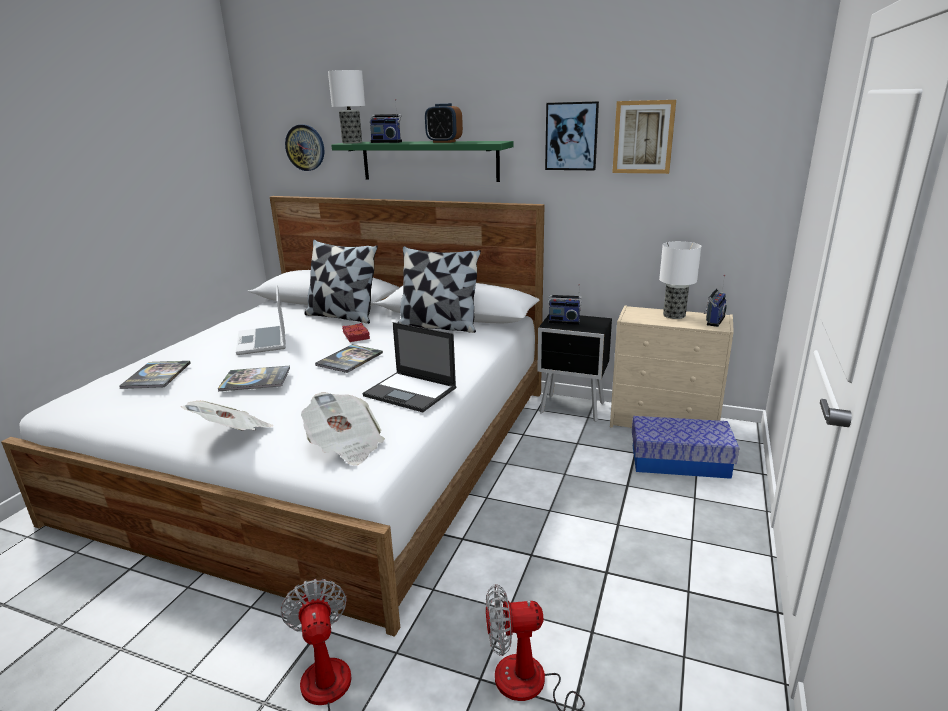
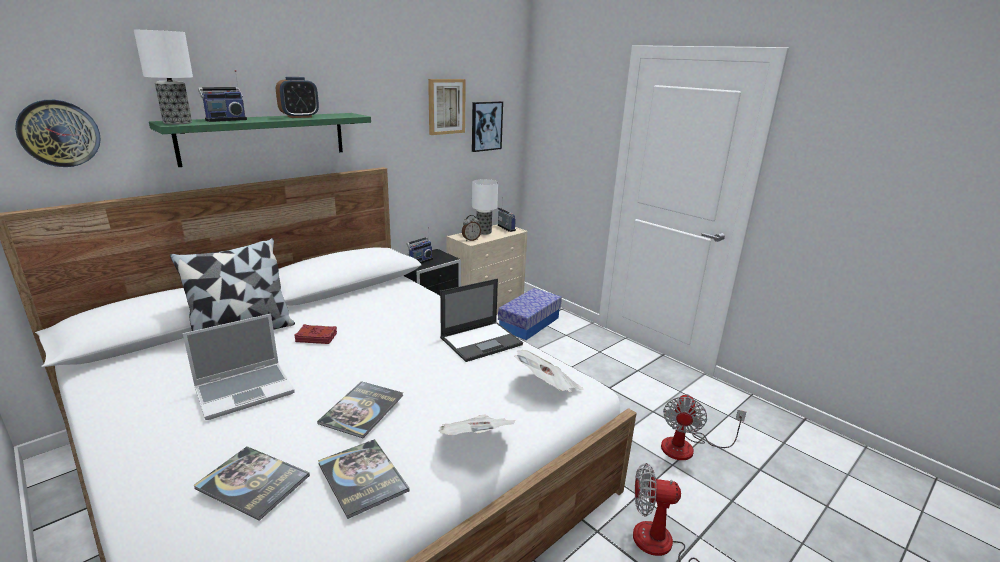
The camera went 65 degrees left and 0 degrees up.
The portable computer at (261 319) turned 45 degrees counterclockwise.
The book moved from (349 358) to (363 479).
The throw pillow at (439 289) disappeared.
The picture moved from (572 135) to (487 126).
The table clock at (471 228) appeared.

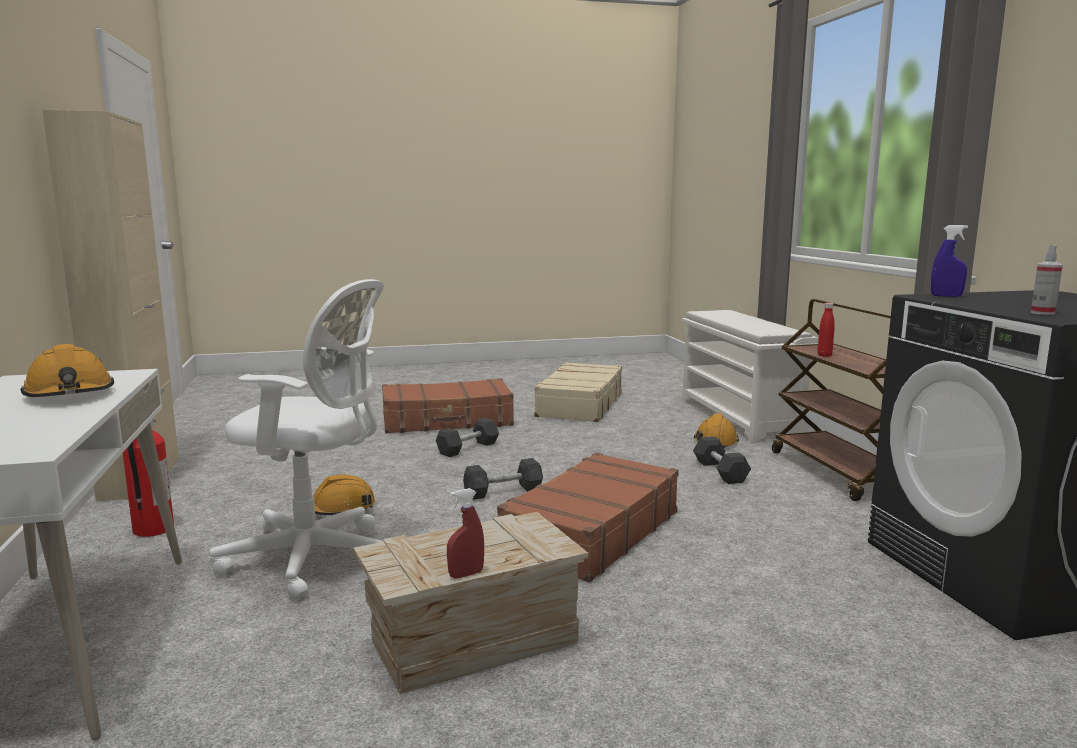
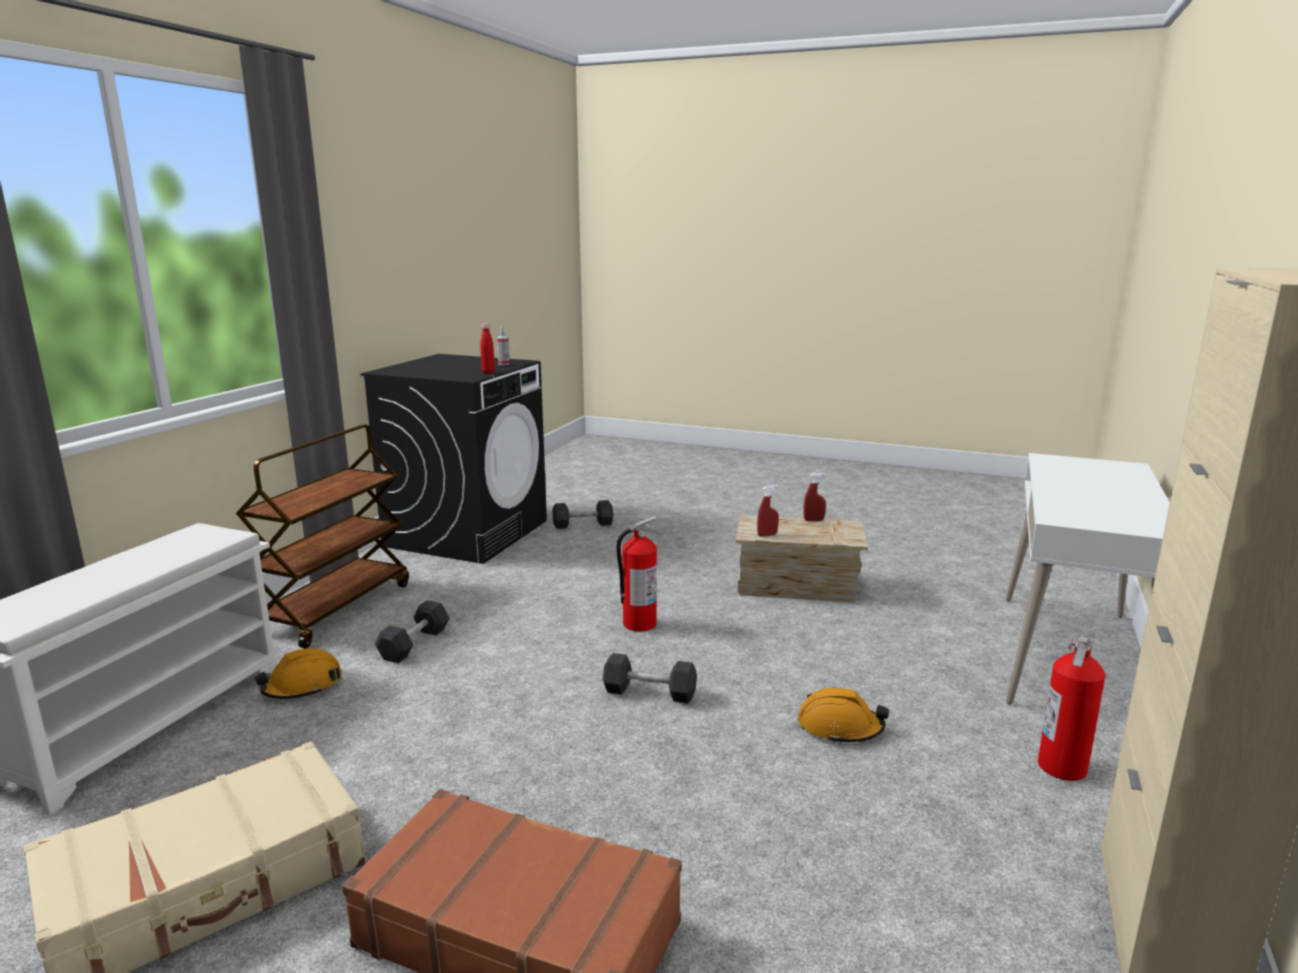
The camera went 145 degrees left and 5 degrees up.
The work helmet (orange) at (67 370) disappeared.
The office chair (white-coloured) at (296 440) disappeared.
The hand weight (grey) moved from (467 437) to (583 514).
The piece of luggage (brownish) at (588 517) was replaced by the fire-fighting cylinder at (638 574).
The beverage bottle (red-coloured) moved from (826 330) to (487 348).
The sprayer (bluish) at (949 261) disappeared.
The sprayer (red-coloured) at (768 511) appeared.

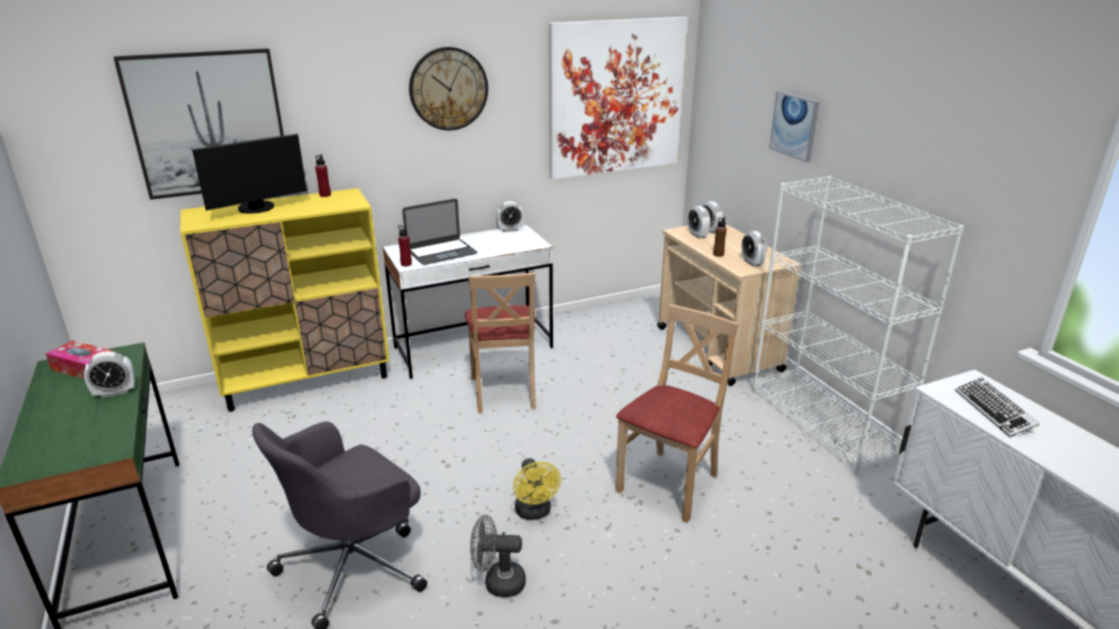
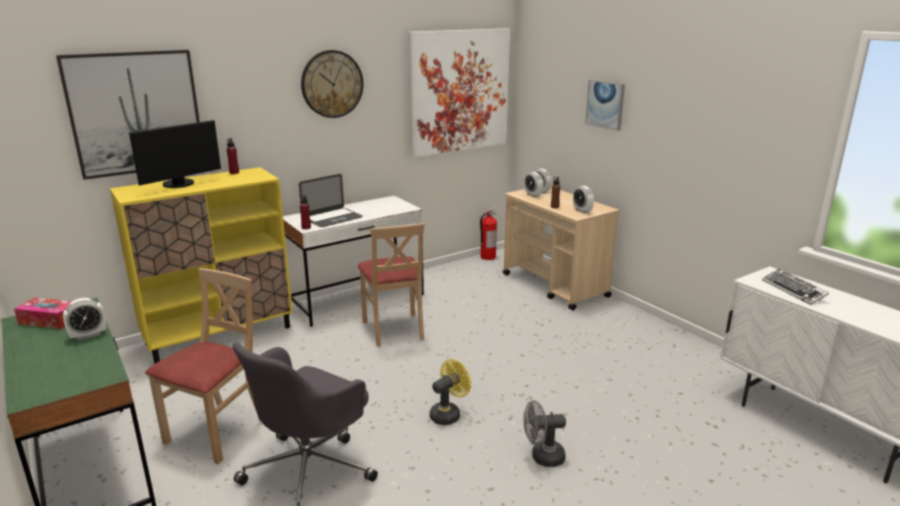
The camera went 10 degrees left and 5 degrees down.
The cooling fan (grey) moved from (498 556) to (544 433).
The table clock at (510 216) disappeared.
The cooling fan (yellow-coloured) at (537 489) turned 105 degrees counterclockwise.
The chair (beige-coloured) moved from (677 413) to (202 366).
The bookshelf (white-coloured) at (858 325) disappeared.
The fire-fighting cylinder at (489 233) appeared.

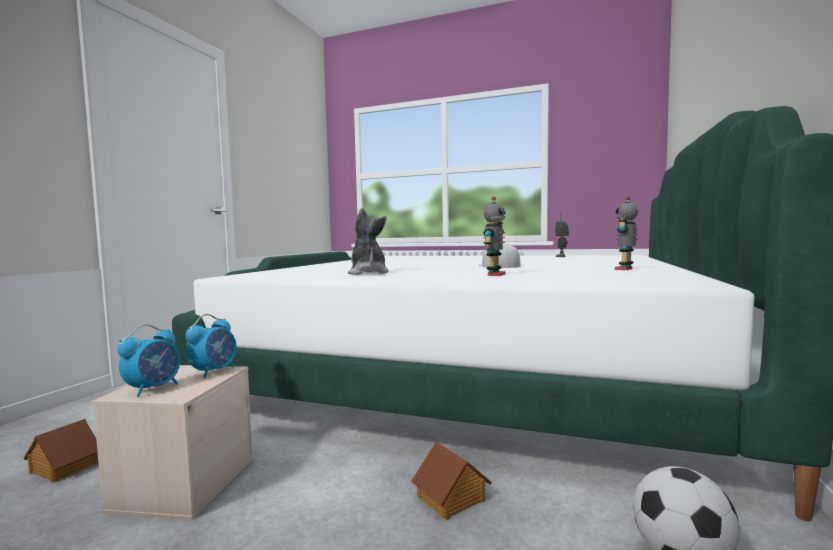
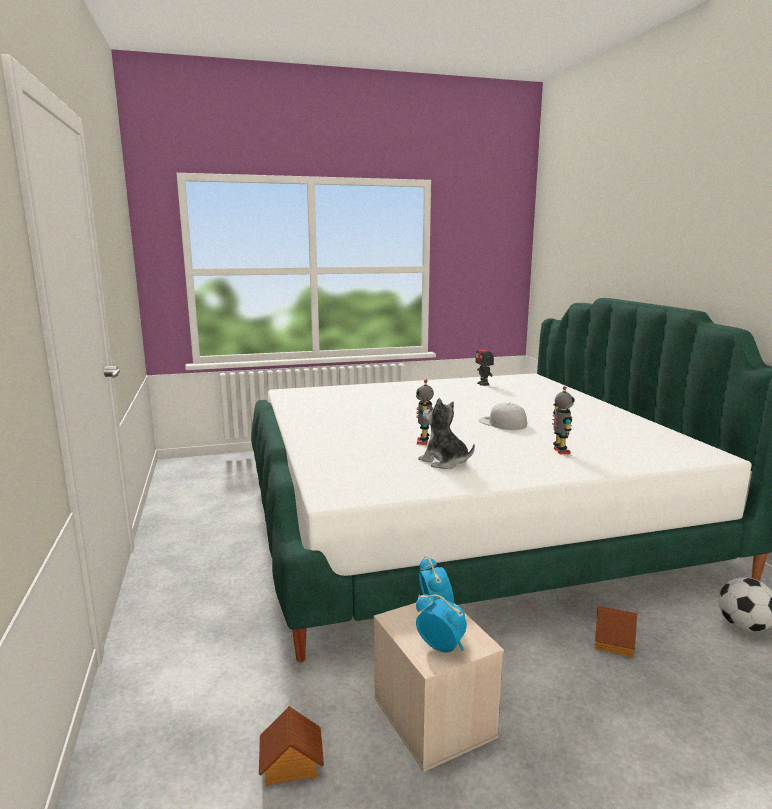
The camera went 35 degrees left and 10 degrees up.
The table clock at (148 360) turned 45 degrees counterclockwise.
The robot figure moved from (626 233) to (425 412).

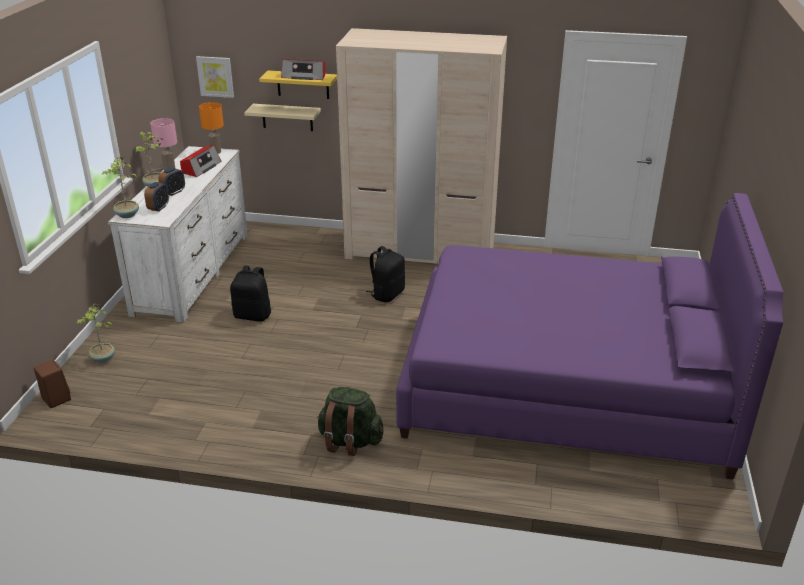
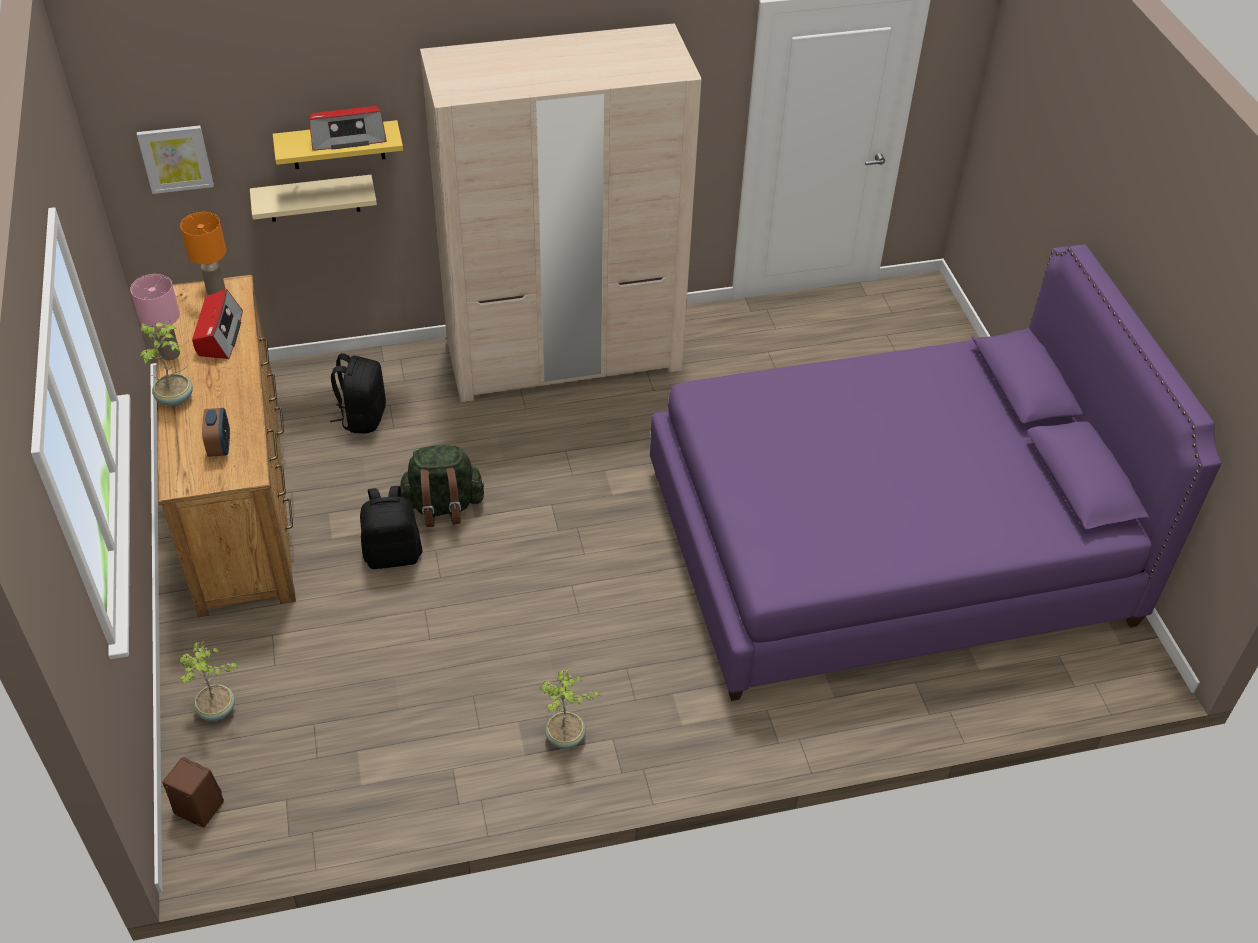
The camera went 25 degrees left and 15 degrees up.
The potted plant moved from (120 187) to (570 709).
The dresser (white-coloured) at (178 234) became the dresser (brownish) at (226 446).
The table clock at (171 181) disappeared.
The knapsack (greenish) moved from (350 421) to (441 486).
The knapsack (blackish) moved from (385 274) to (358 393).

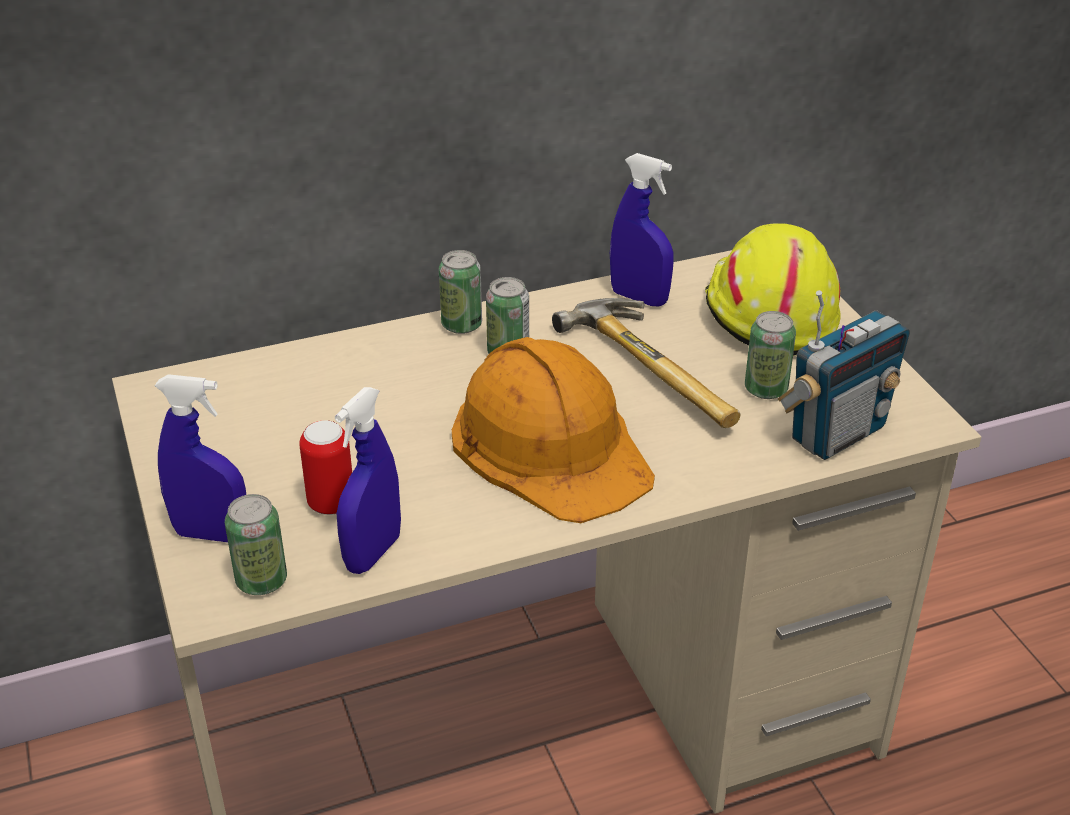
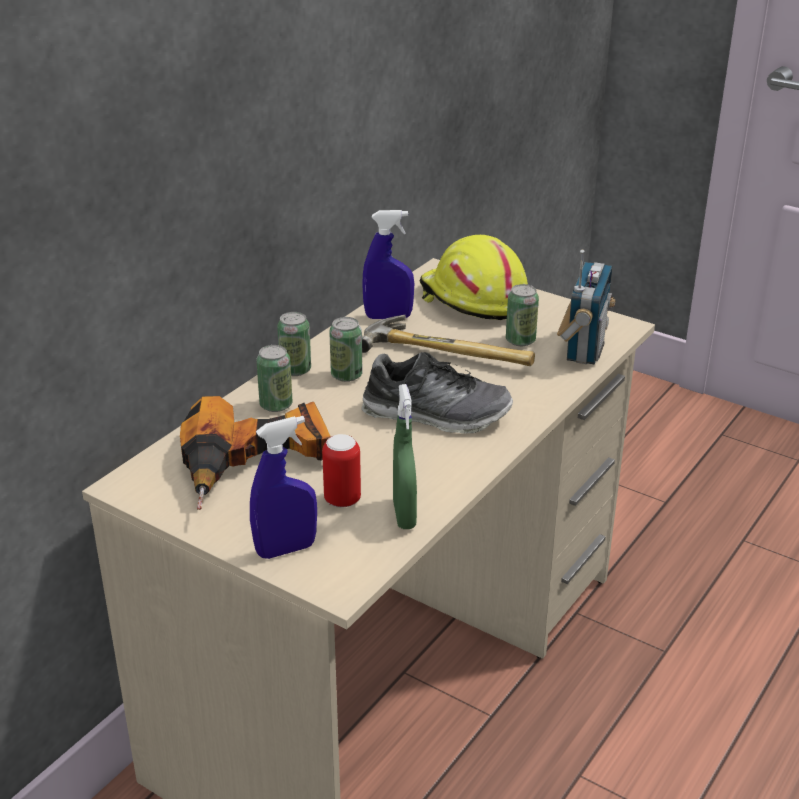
The camera went 35 degrees left and 5 degrees down.
The metal can moved from (256 544) to (274 378).
The sprayer (bluish) at (368 480) became the sprayer (greenish) at (405 456).
The work helmet (orange) at (553 430) was replaced by the item of footwear at (437 393).
The power drill at (255 453) appeared.

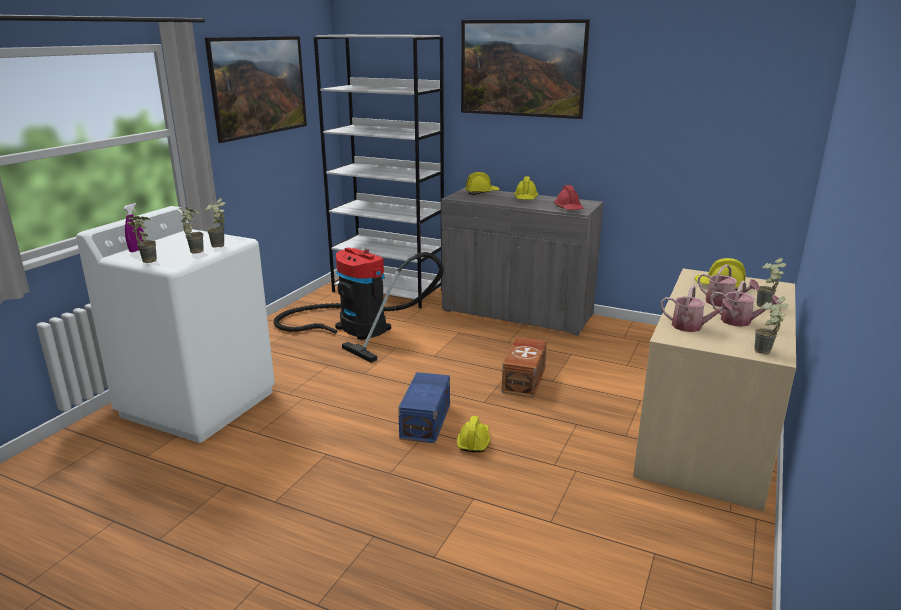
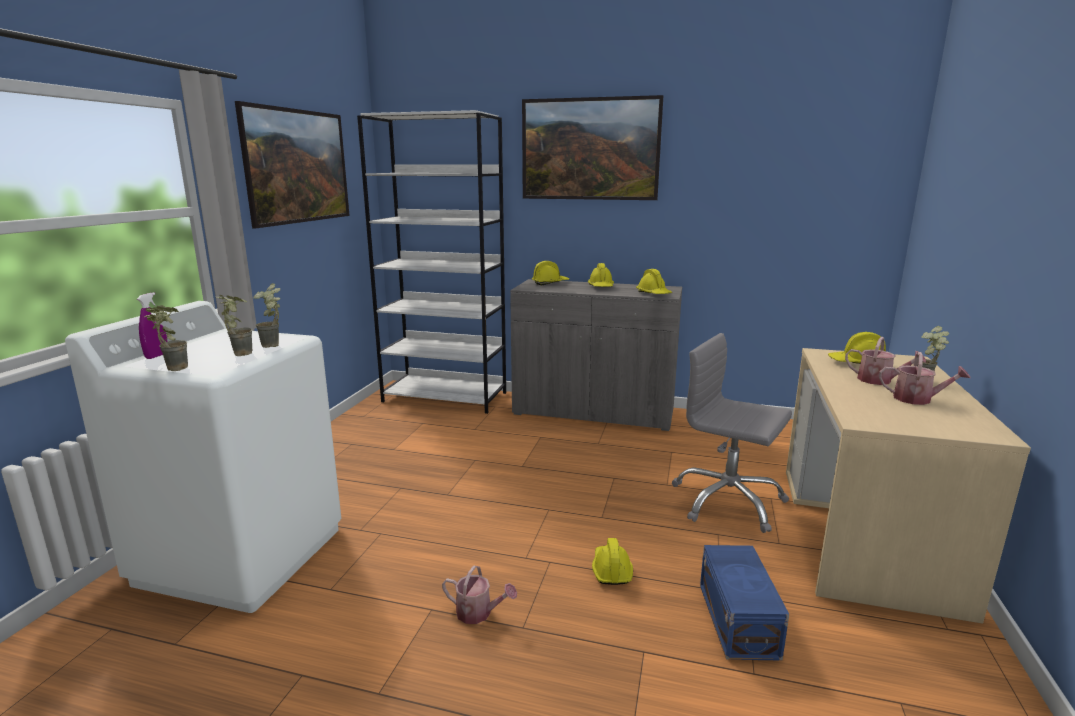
The camera went 10 degrees left and 5 degrees down.
The hoover at (359 305) disappeared.
The storage box (bluish) moved from (424 407) to (744 603).
The storage box (brownish) at (524 367) disappeared.
The work helmet (red-coloured) at (569 197) became the work helmet (yellow-coloured) at (654 281).
The watering pot moved from (696 308) to (479 594).
The potted plant at (771 325) disappeared.
The office chair (grey) at (732 433) appeared.

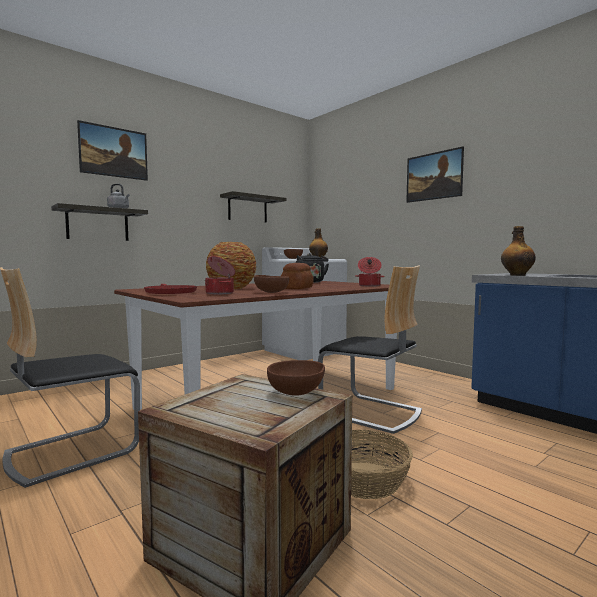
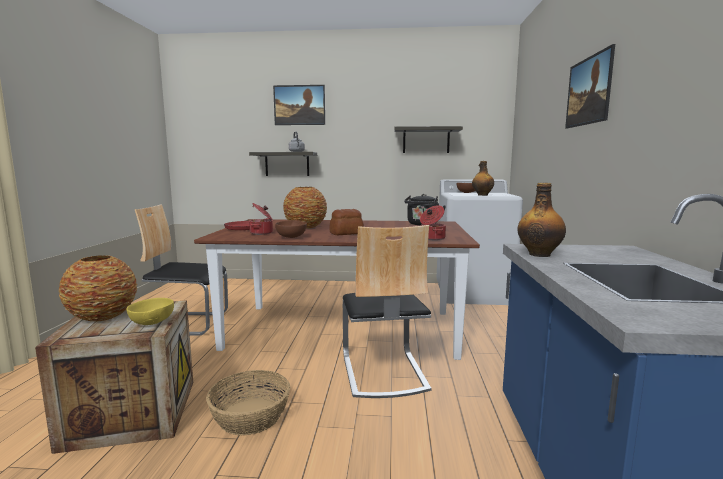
The camera went 45 degrees right and 5 degrees up.
The deep dish (brownish) at (296 378) became the deep dish (yellow-coloured) at (150 311).
The decorative vase at (98 288) appeared.

